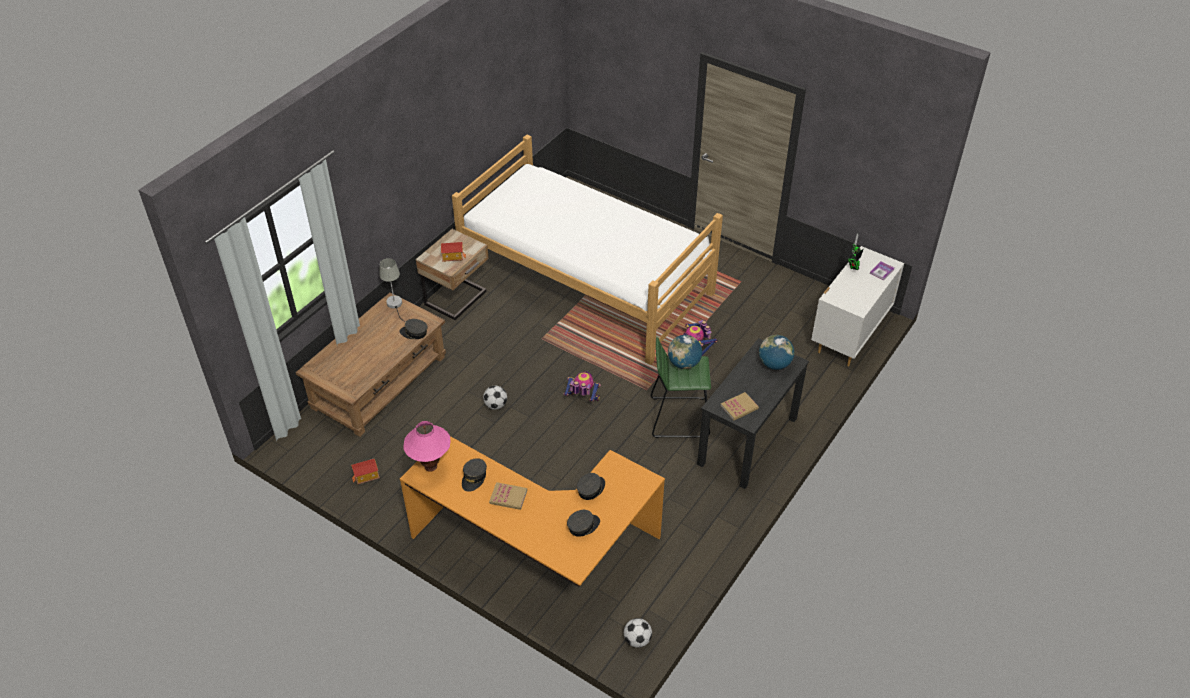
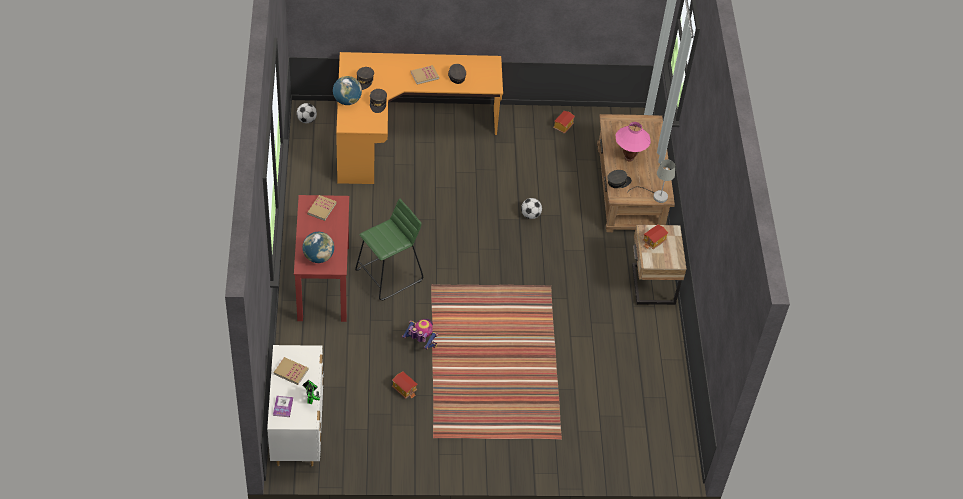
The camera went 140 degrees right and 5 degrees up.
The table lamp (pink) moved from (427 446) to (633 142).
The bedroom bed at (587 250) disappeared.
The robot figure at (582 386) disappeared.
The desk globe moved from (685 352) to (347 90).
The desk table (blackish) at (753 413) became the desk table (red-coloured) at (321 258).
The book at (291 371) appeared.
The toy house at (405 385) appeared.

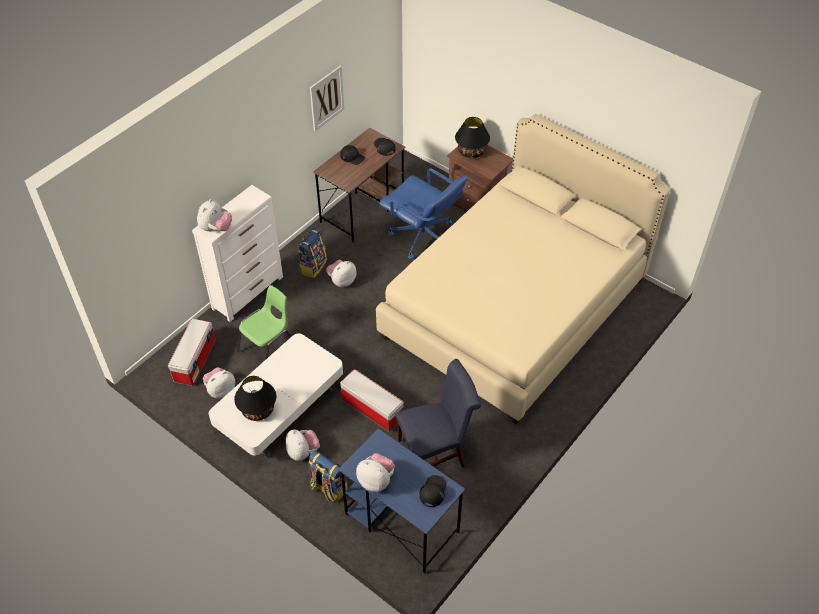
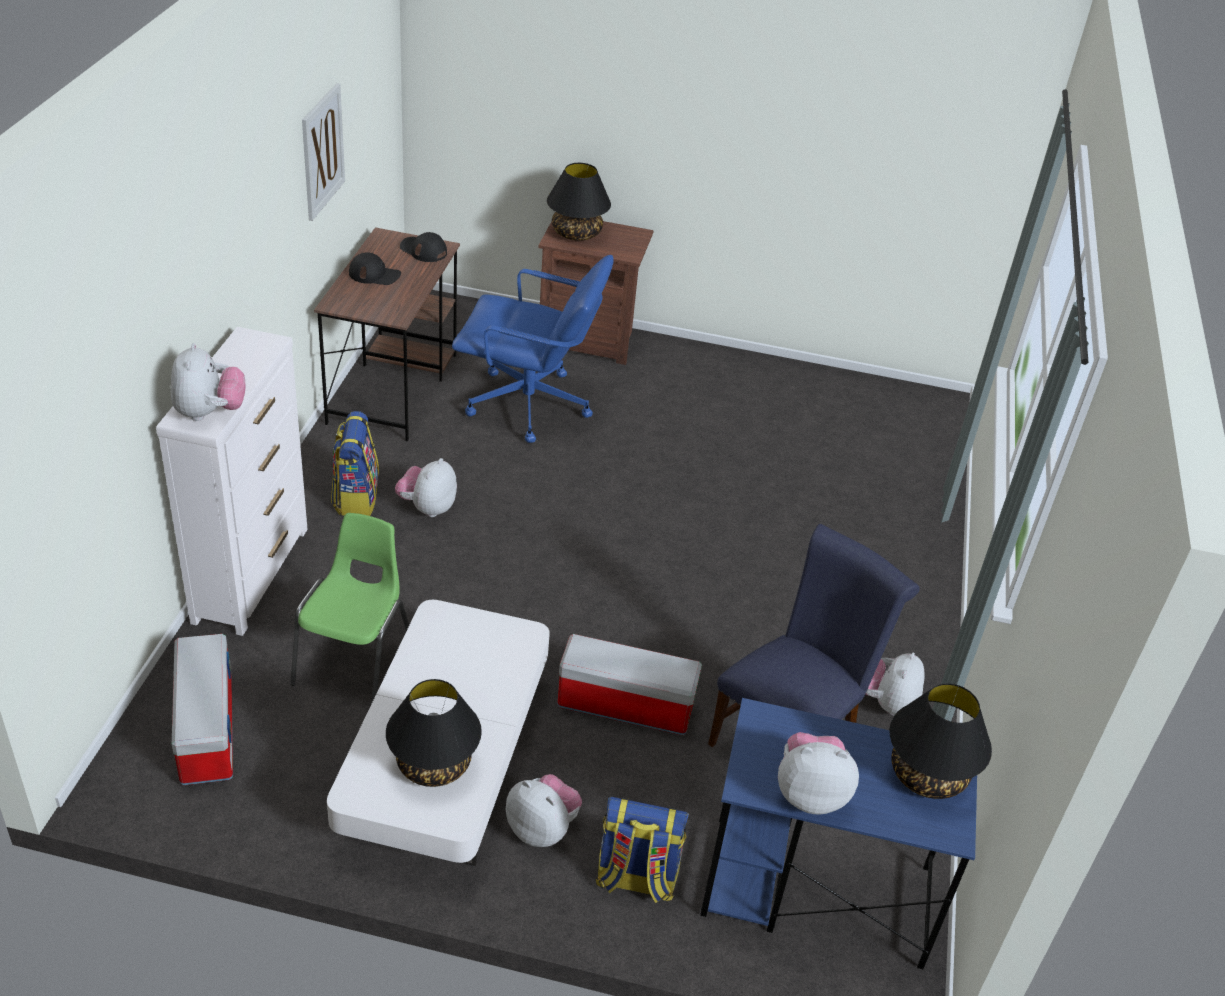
The camera went 30 degrees left and 10 degrees down.
The plush toy moved from (219 383) to (895 683).
The bedroom bed (beige-coloured) at (523 269) disappeared.
The cap (blackish) at (433 491) was replaced by the table lamp (blackish) at (940 741).

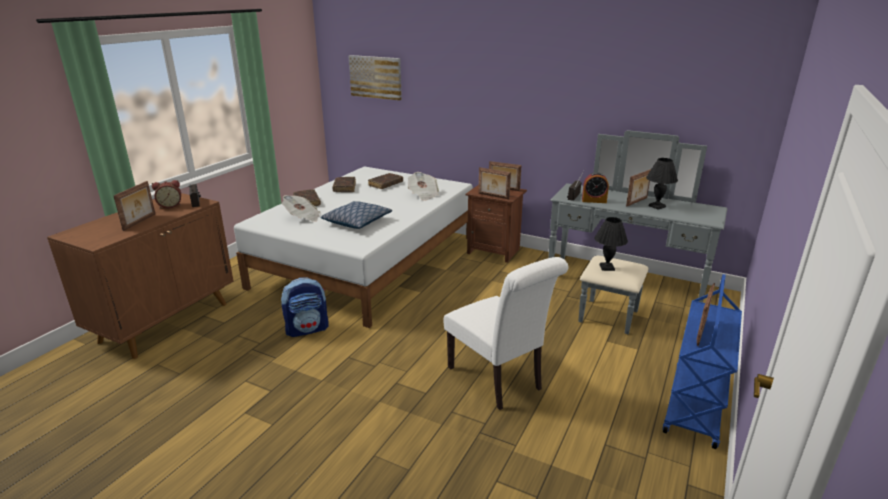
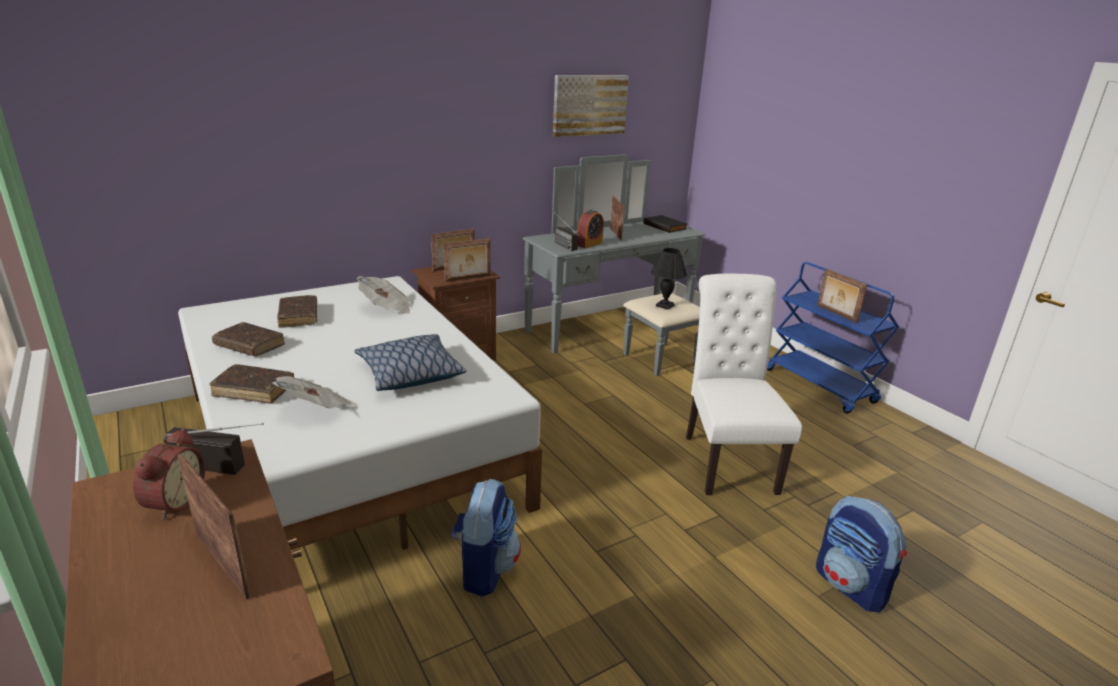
The camera went 60 degrees left and 0 degrees up.
The picture moved from (375 78) to (591 106).
The chair (white-coloured) at (506 333) turned 90 degrees counterclockwise.
The table lamp (blackish) at (662 184) disappeared.
The book (blackish) at (665 224) appeared.
The knapsack at (861 554) appeared.

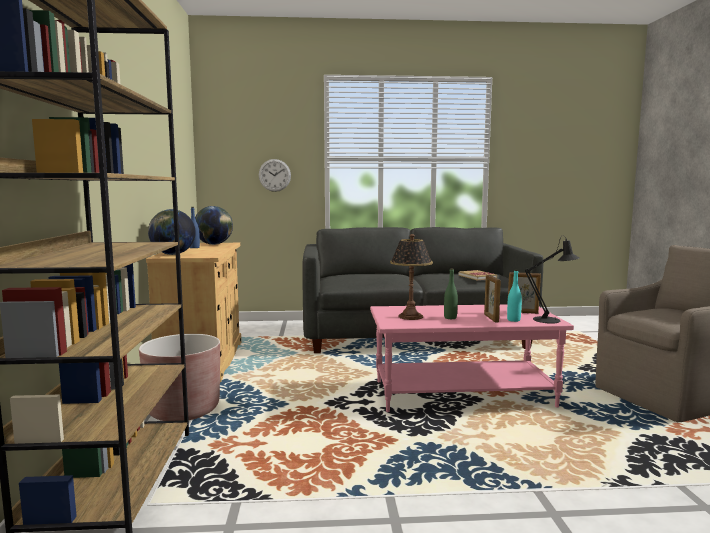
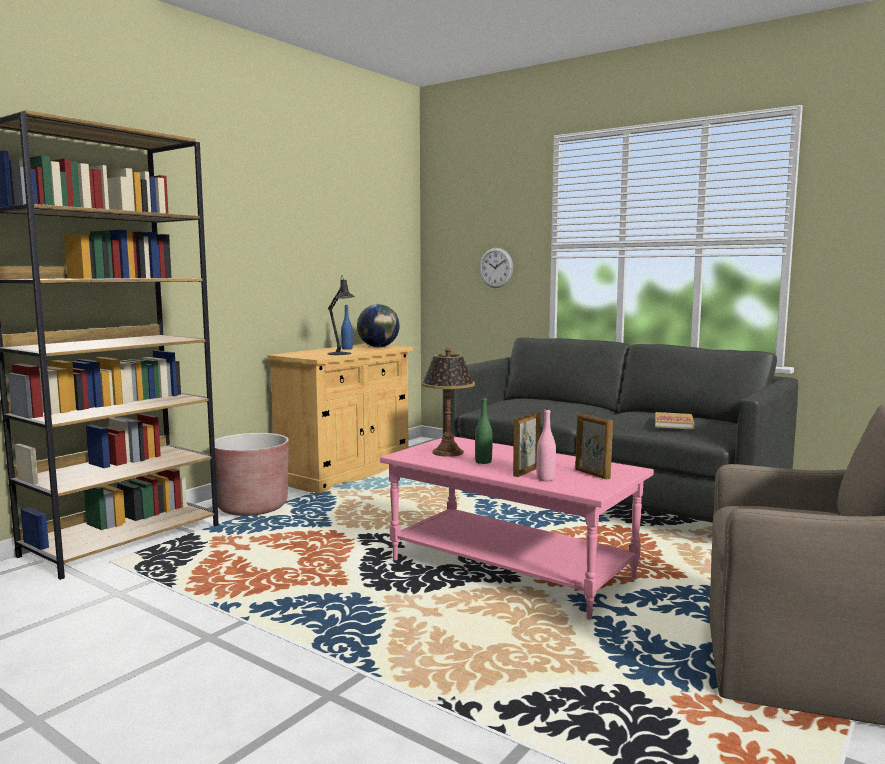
The camera went 40 degrees right and 0 degrees up.
The desk globe at (172 232) disappeared.
The beverage bottle (blue-green) at (514 296) became the beverage bottle (pink) at (546 444).
The table lamp (blackish) moved from (552 279) to (340 315).

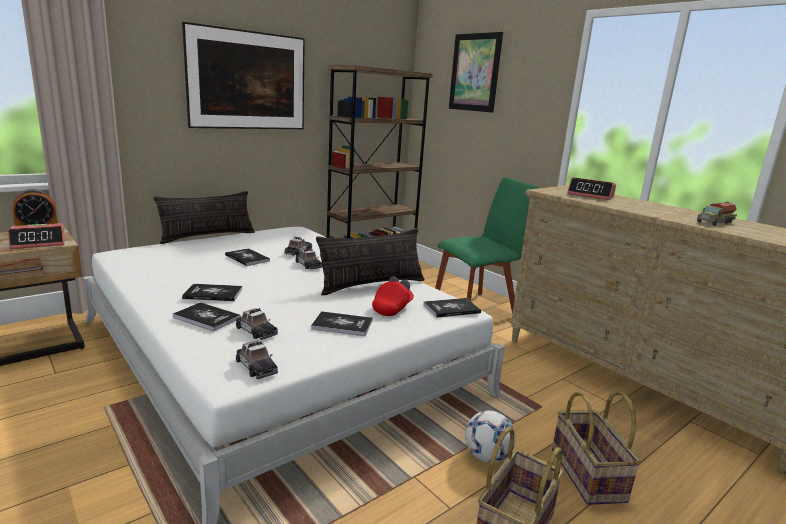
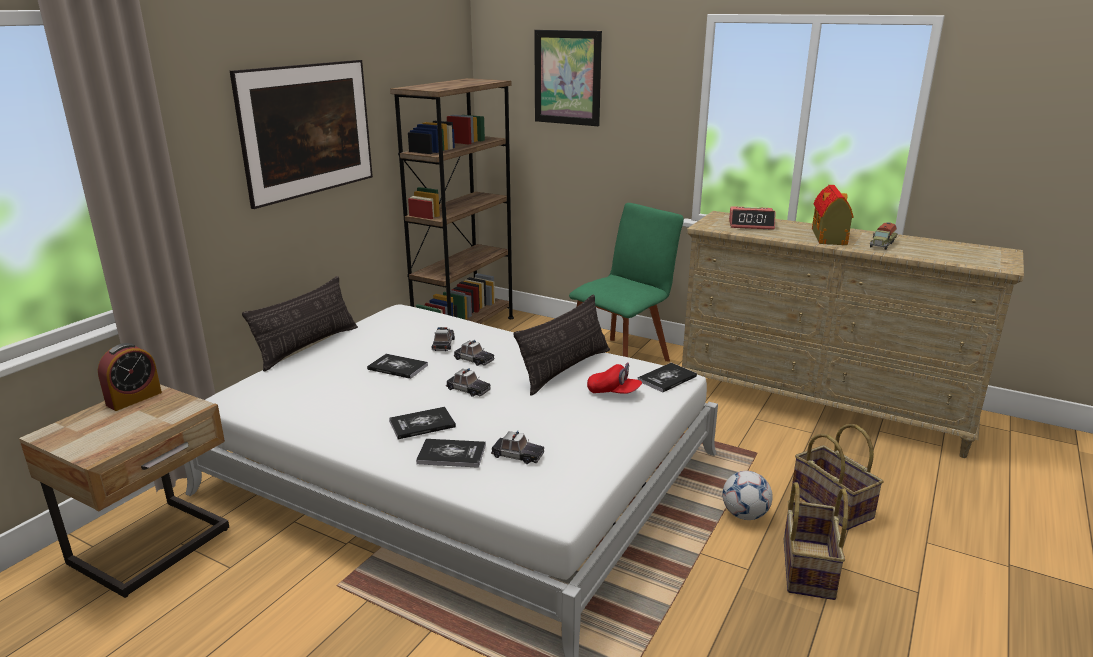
The camera went 20 degrees left and 5 degrees up.
The table clock at (36 236) disappeared.
The model car moved from (257 359) to (468 382).
The book at (342 323) disappeared.
The cap (red-coloured) at (393 296) turned 105 degrees clockwise.
The toy house at (833 215) appeared.

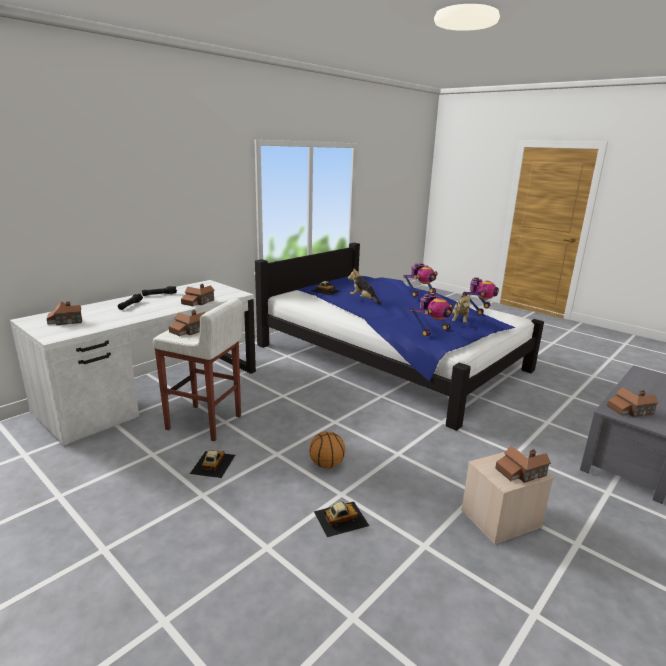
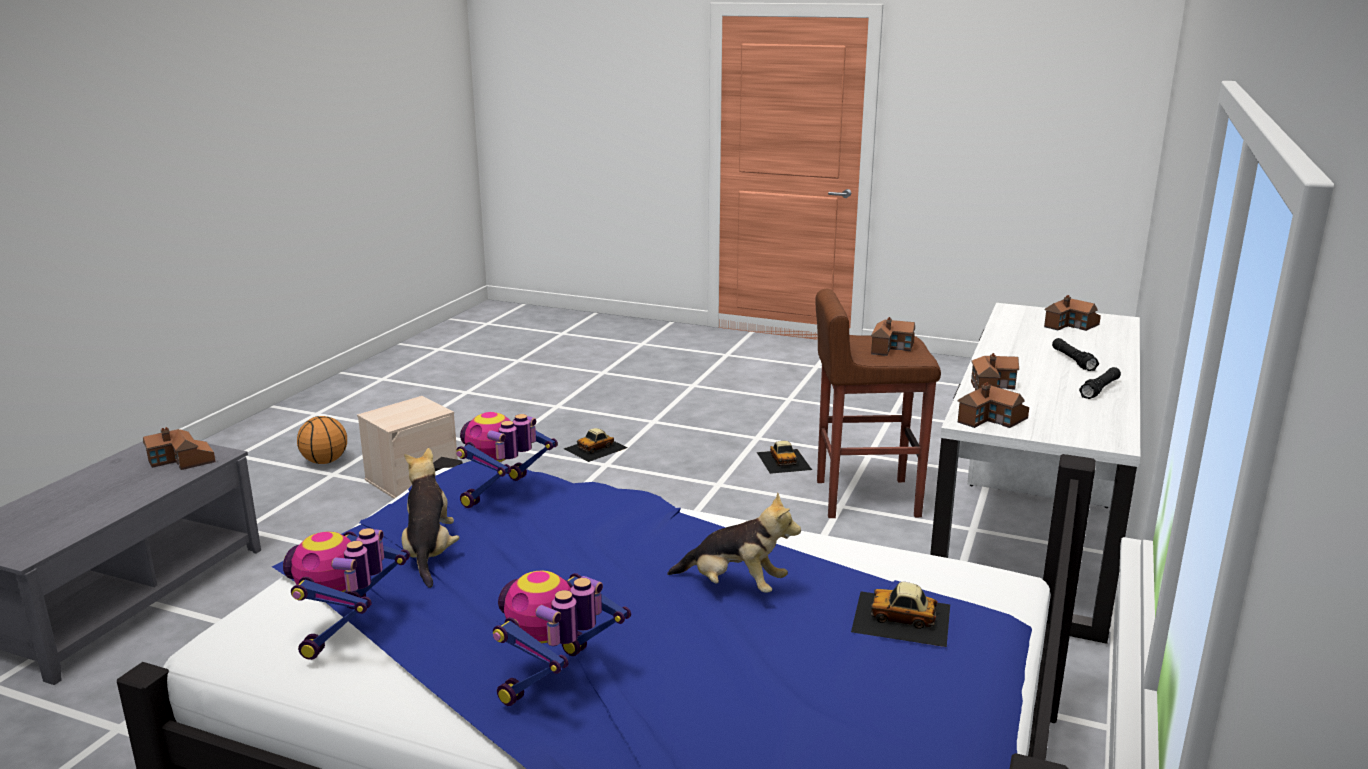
The camera went 160 degrees right and 0 degrees up.
The sitting stool (white-coloured) at (197 369) became the sitting stool (brownish) at (878 403).
The basketball moved from (327 450) to (322 440).
The toy house moved from (523 464) to (993 405).

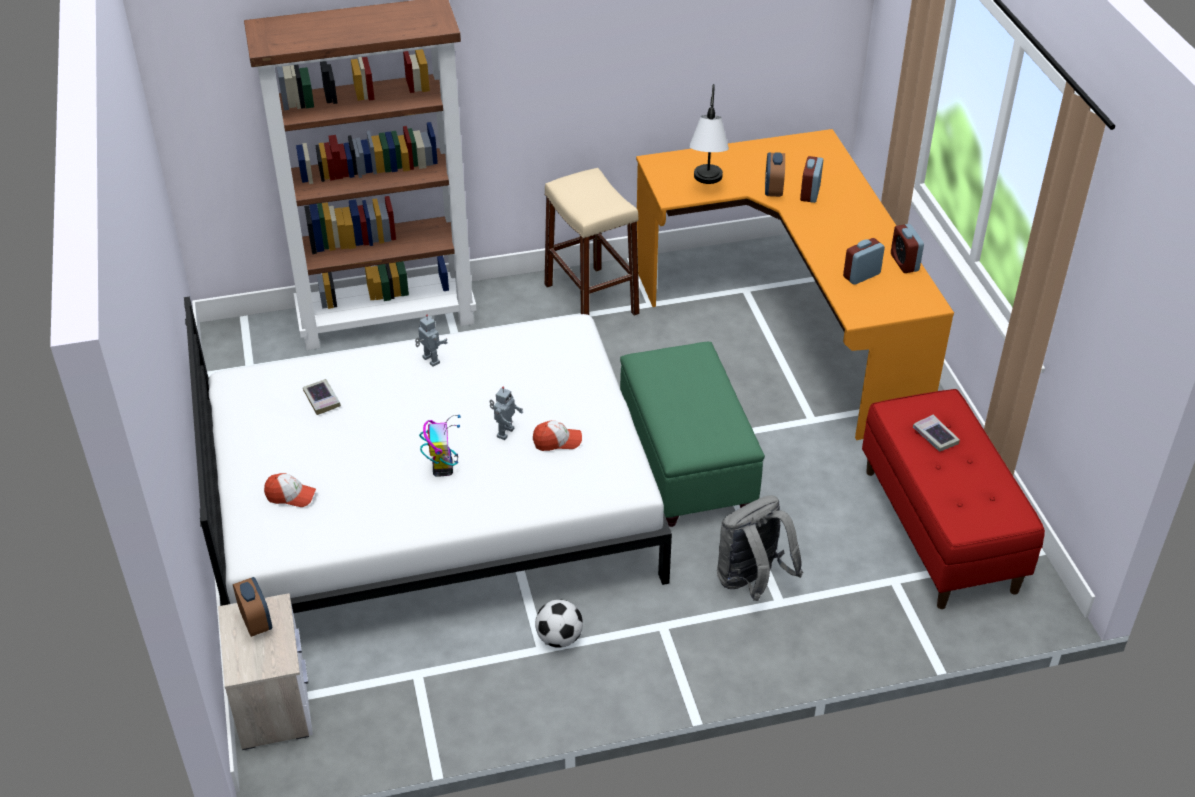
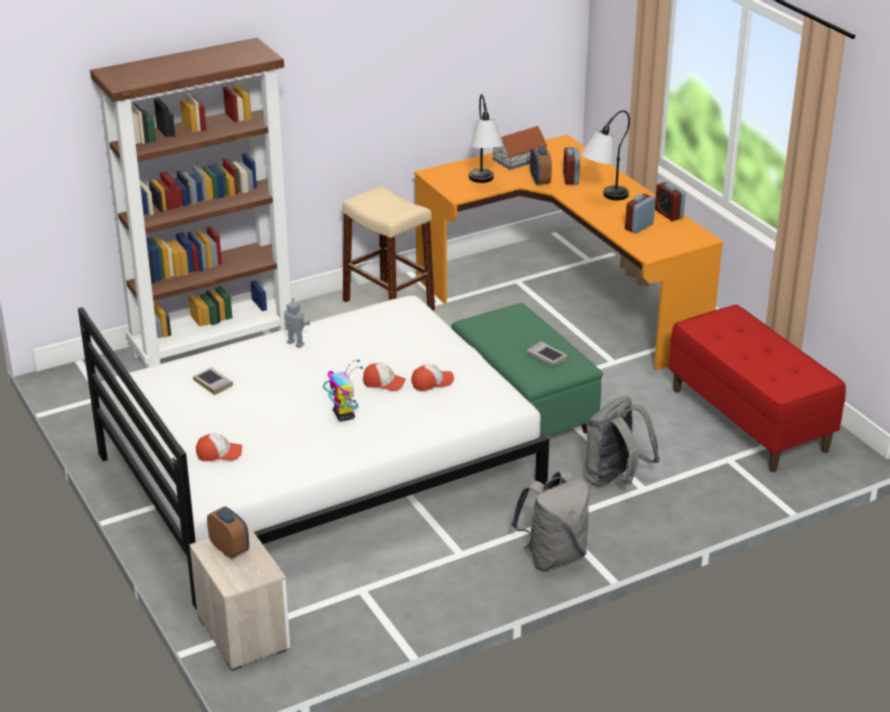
The camera went 15 degrees left and 10 degrees down.
The robot figure at (506 413) was replaced by the cap at (384 377).
The football at (559 624) disappeared.
The book moved from (936 433) to (547 353).
The toy house at (520 148) appeared.
The knapsack (grey) at (550 521) appeared.
The table lamp at (605 155) appeared.

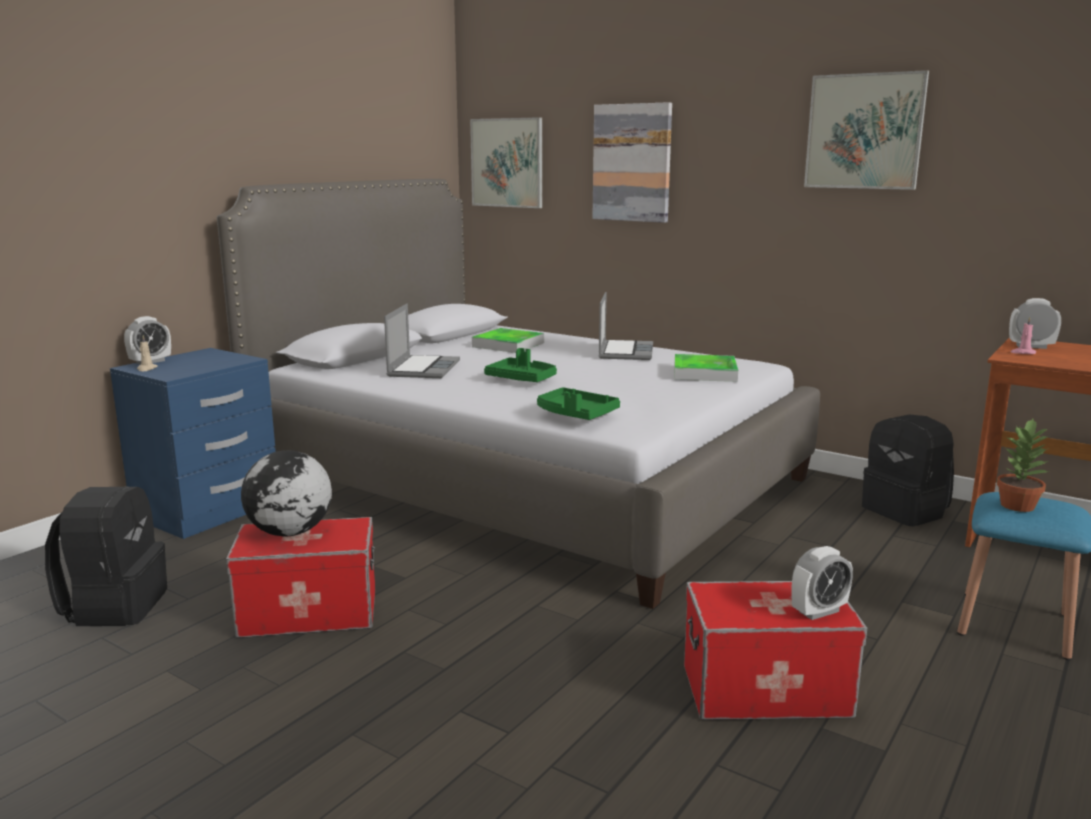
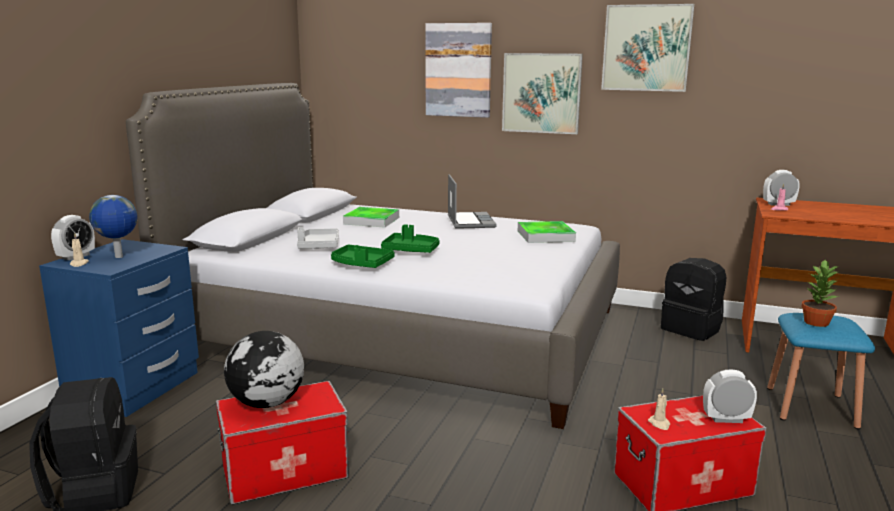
The camera went 15 degrees left and 0 degrees up.
The portable computer at (422 340) was replaced by the carrying tray (grey) at (318 238).
The picture moved from (506 162) to (542 93).
The carrying tray (greenish) moved from (578 403) to (363 256).
The table clock at (822 583) turned 135 degrees counterclockwise.
The desk globe at (113 226) appeared.
The candle (beige-coloured) at (659 409) appeared.

